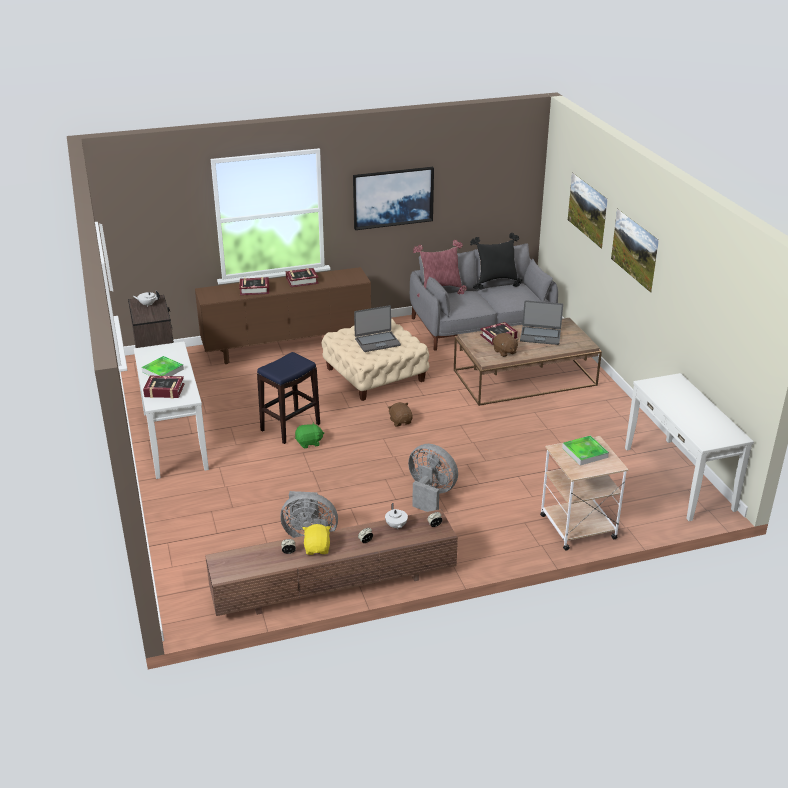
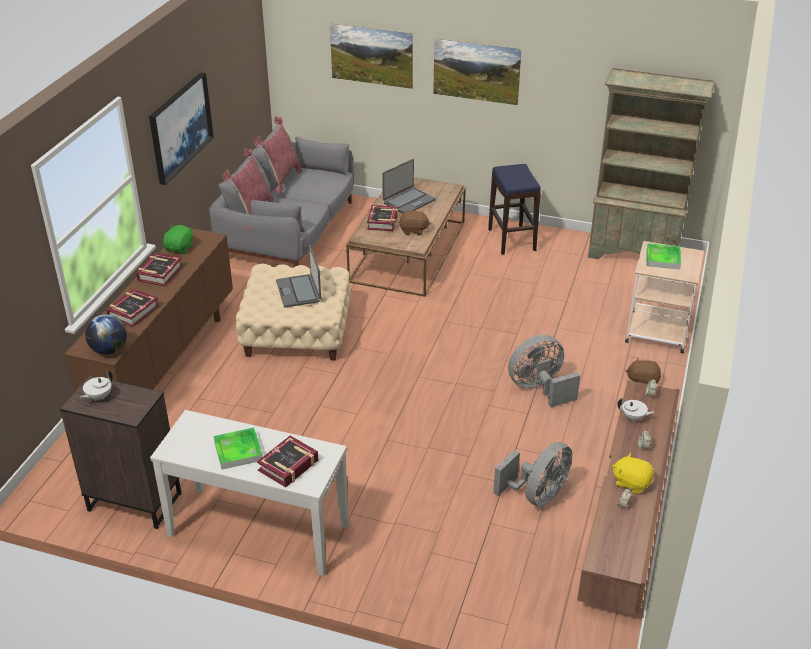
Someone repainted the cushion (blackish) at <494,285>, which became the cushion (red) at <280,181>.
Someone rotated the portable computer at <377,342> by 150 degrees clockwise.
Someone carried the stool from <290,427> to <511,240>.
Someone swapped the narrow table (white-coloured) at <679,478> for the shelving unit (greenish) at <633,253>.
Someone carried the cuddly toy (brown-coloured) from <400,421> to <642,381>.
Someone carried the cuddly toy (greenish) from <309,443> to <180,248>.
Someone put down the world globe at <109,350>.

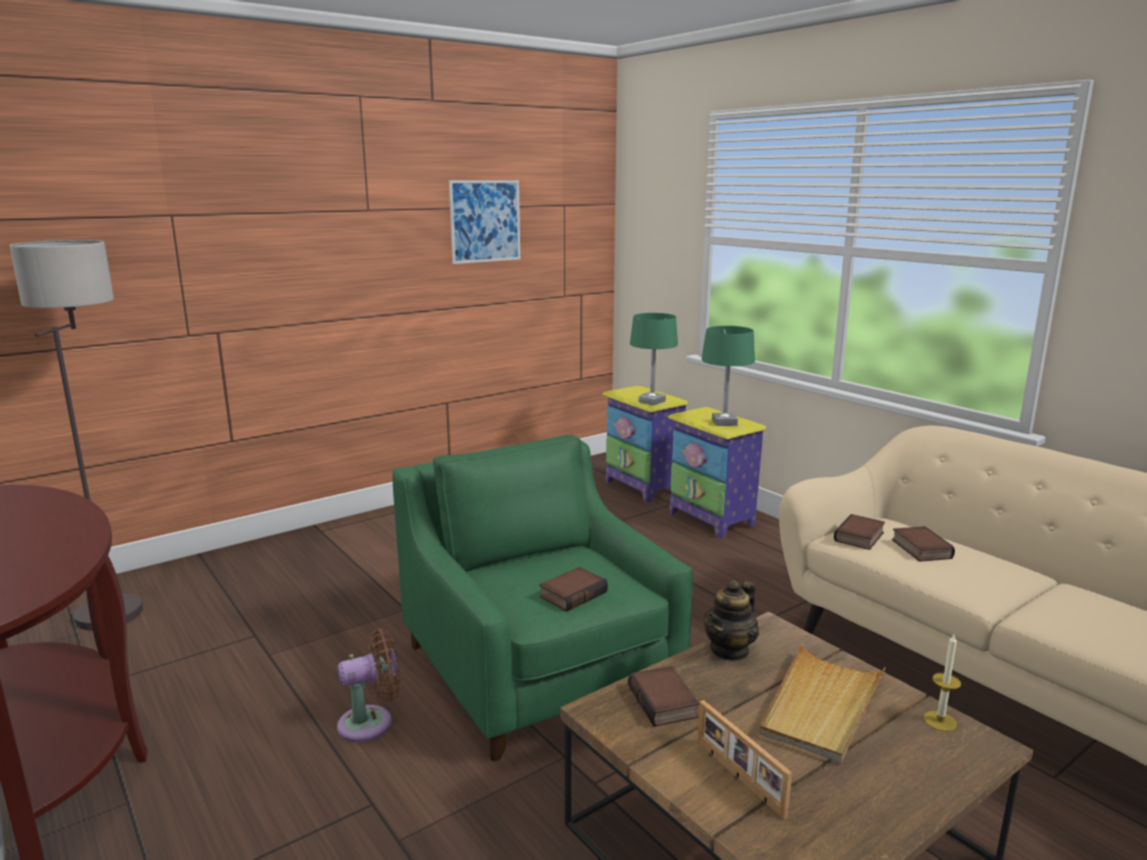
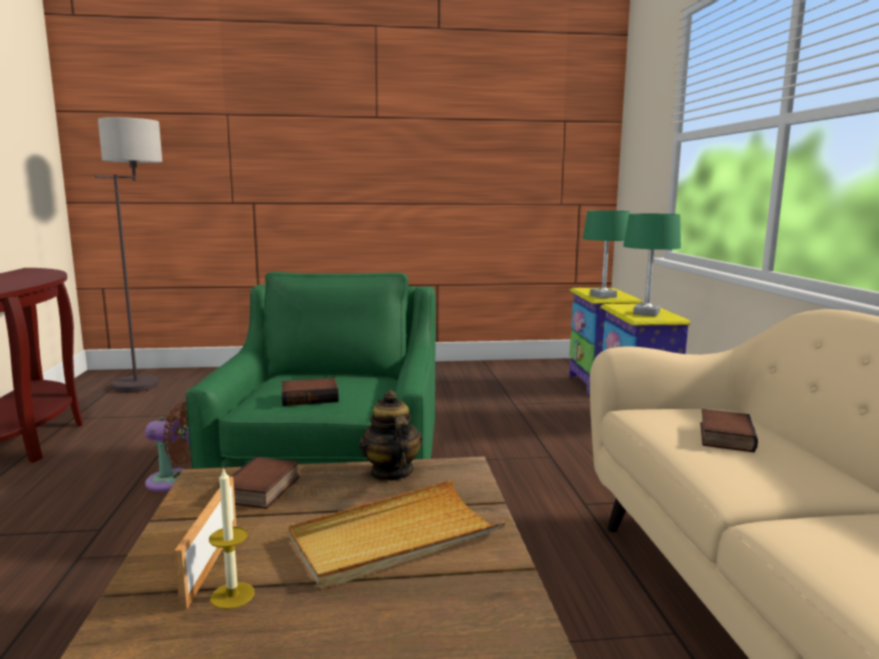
Someone took away the picture at <485,221>.
Someone took away the bound book at <860,537>.
Someone rotated the tea pot at <730,650> by 90 degrees clockwise.
Someone carried the wax candle from <940,721> to <232,595>.

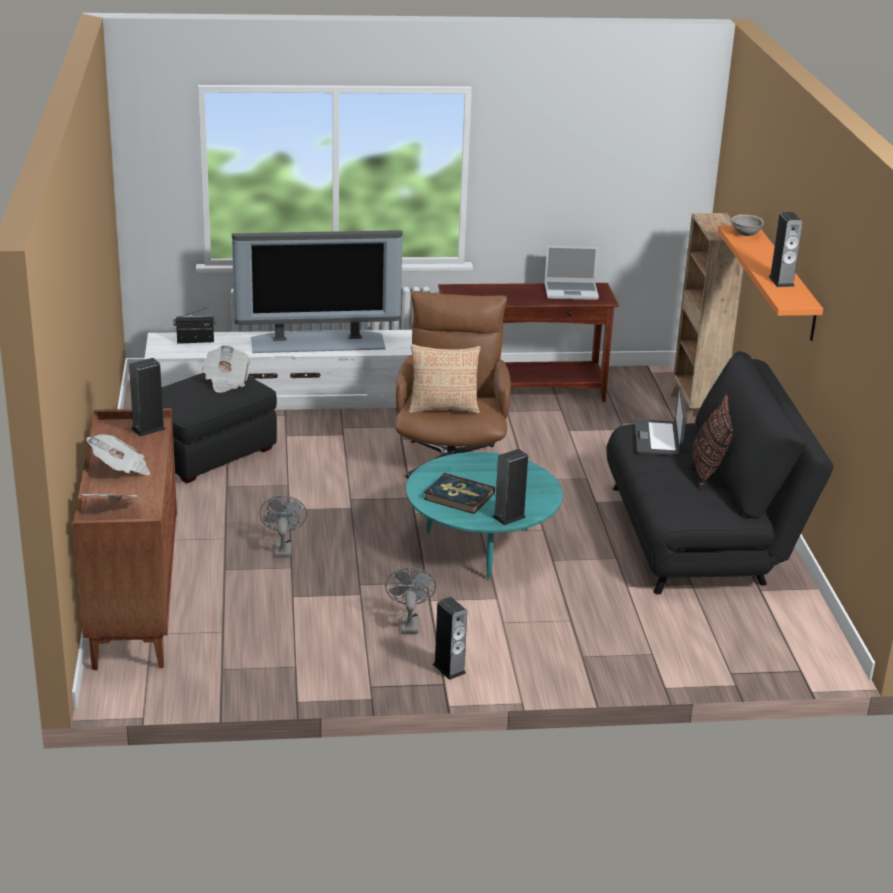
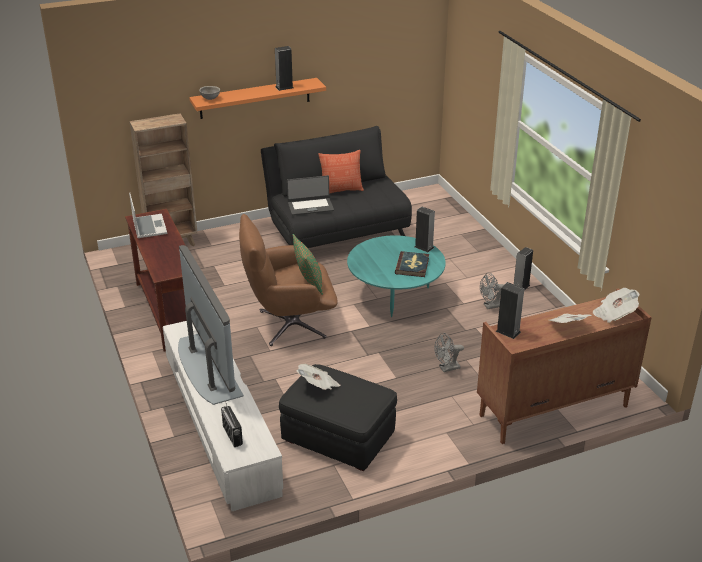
Someone repainted the cushion (beige) at <444,409>, which became the cushion (greenish) at <308,283>.
Someone repainted the cushion (blackish) at <707,471>, which became the cushion (orange) at <341,190>.

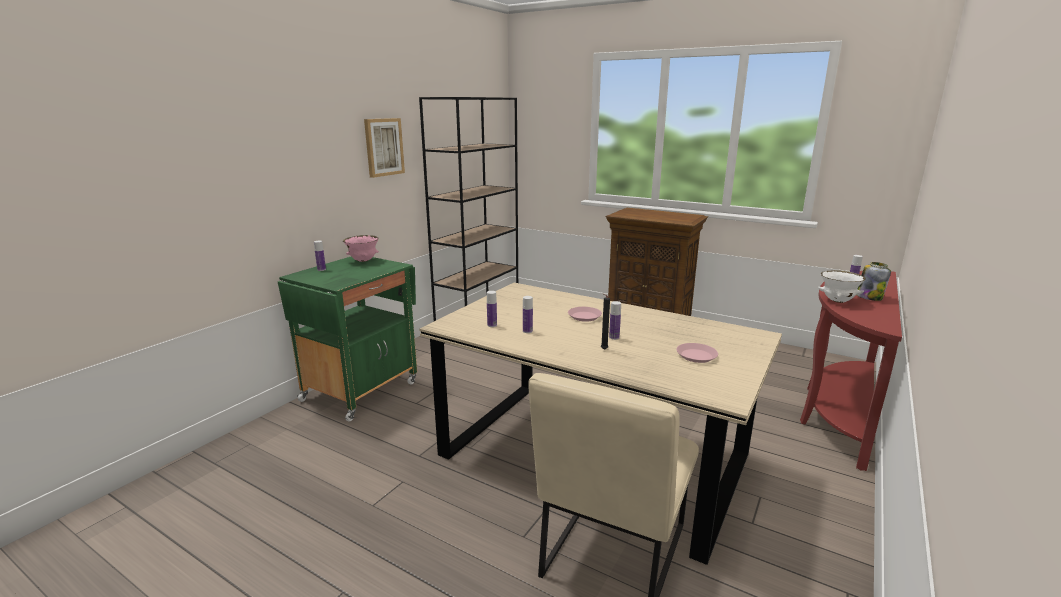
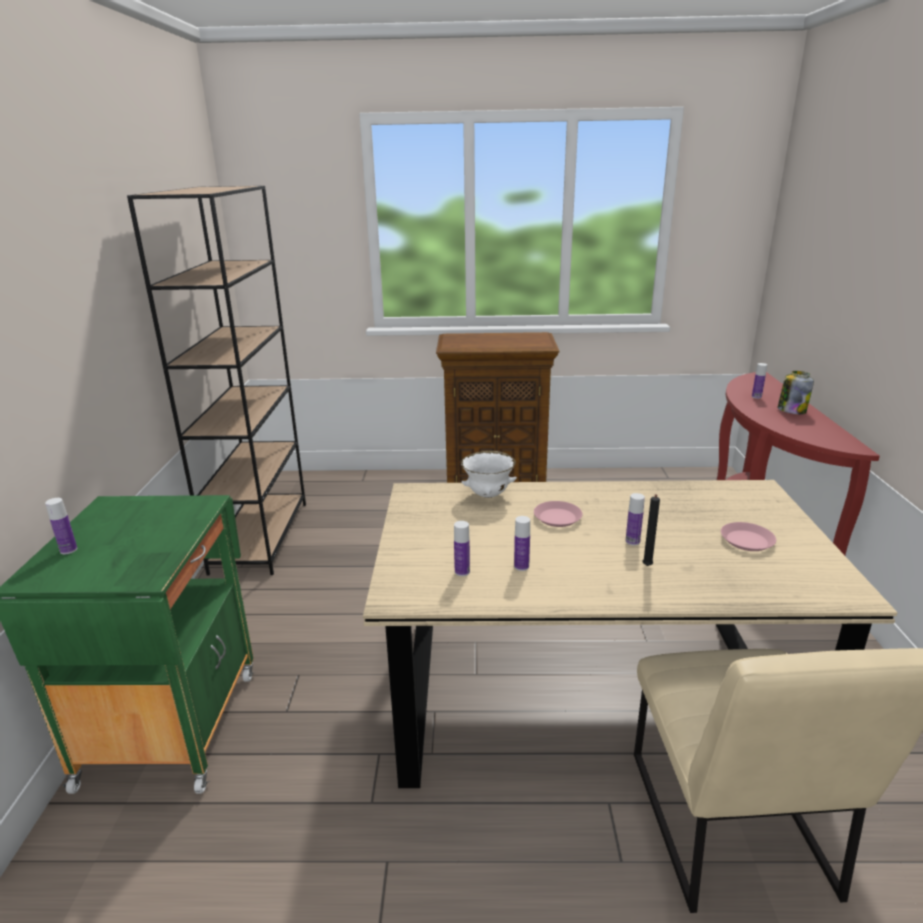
Someone took away the picture at <383,147>.
Someone took away the bowl (pinkish) at <363,261>.
Someone carried the bowl (white-coloured) from <838,301> to <488,495>.

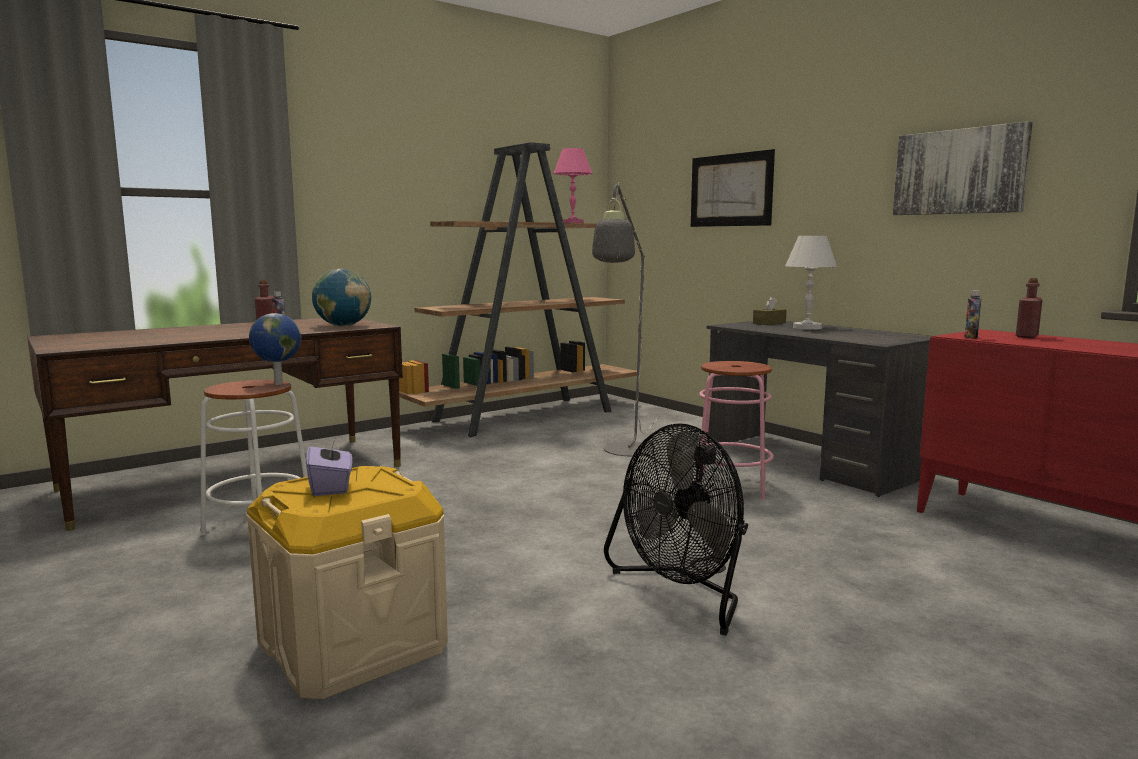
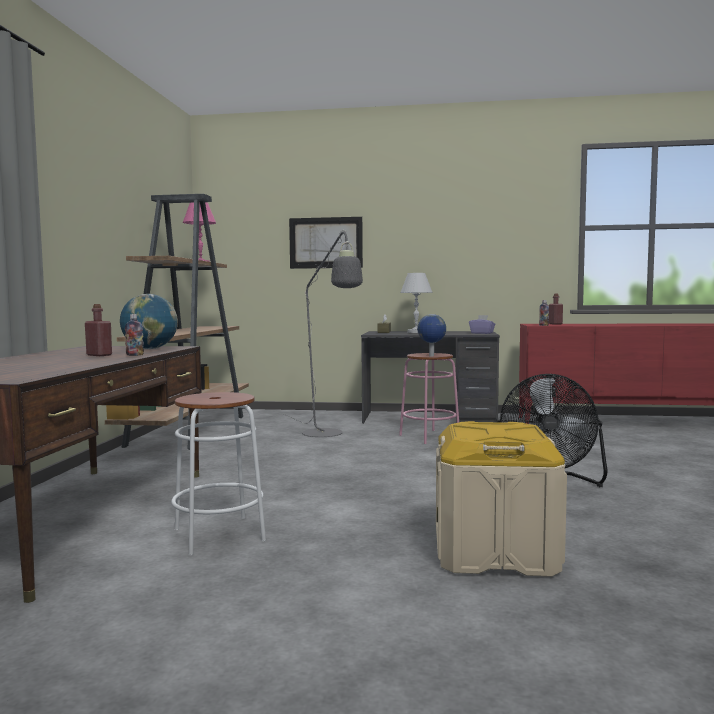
Someone took away the picture at <959,172>.
Someone carried the world globe from <277,384> to <431,356>.
Someone carried the tissue box (purple) from <331,487> to <482,333>.

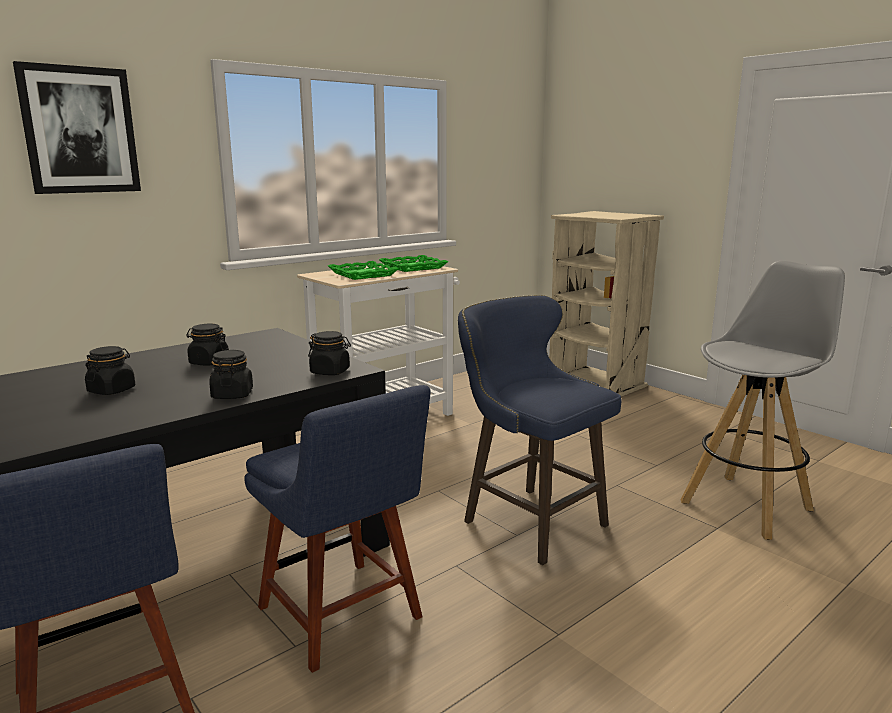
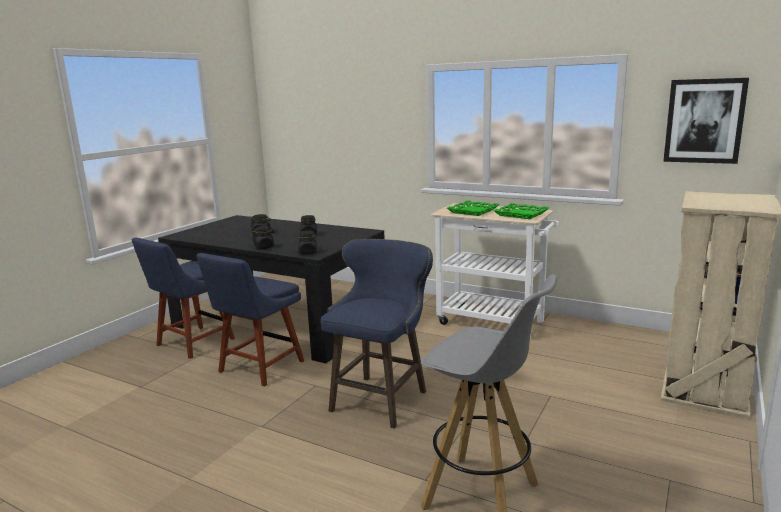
Someone carried the picture from <80,130> to <704,121>.

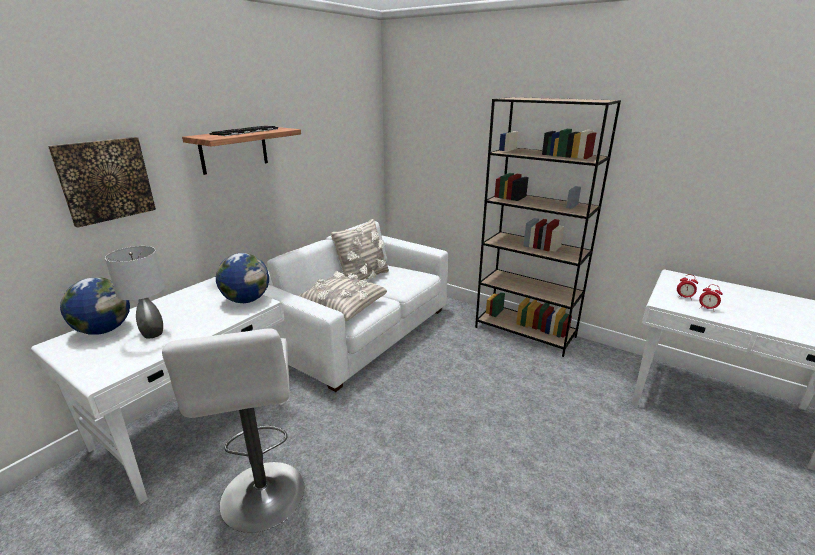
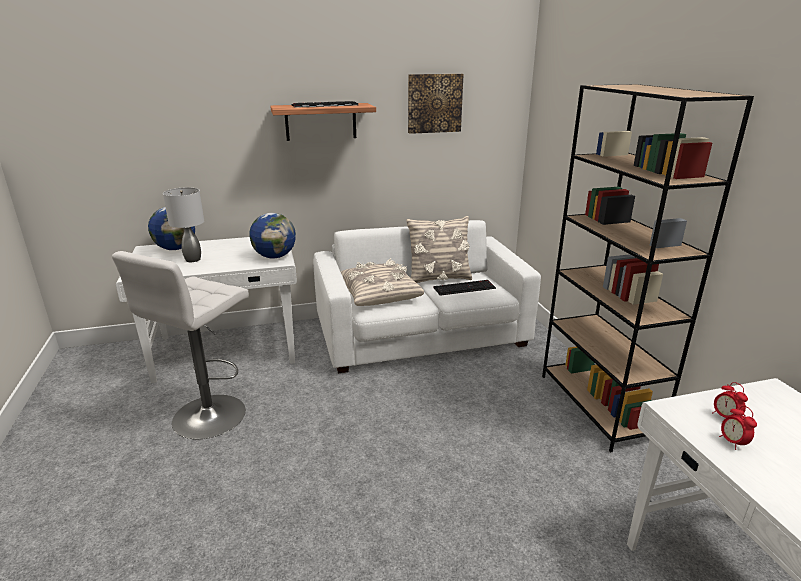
Someone carried the picture from <105,180> to <434,103>.
Someone put down the computer keyboard at <464,287>.

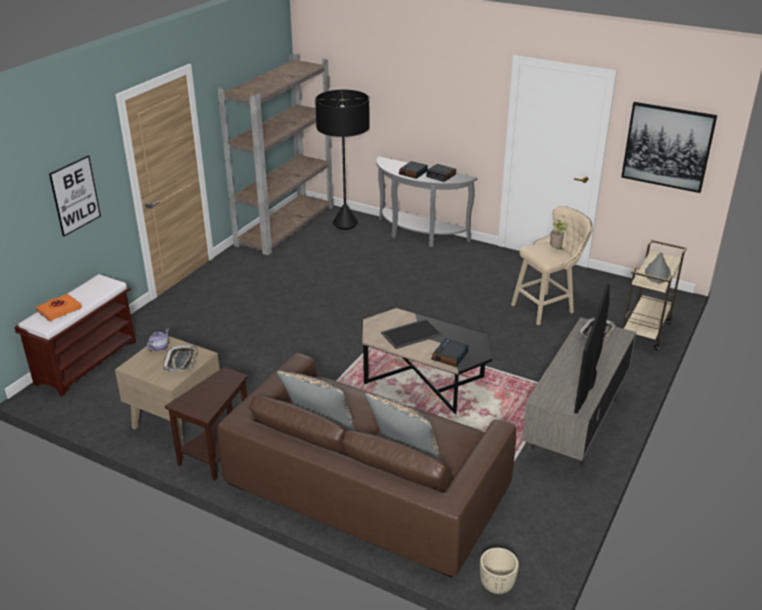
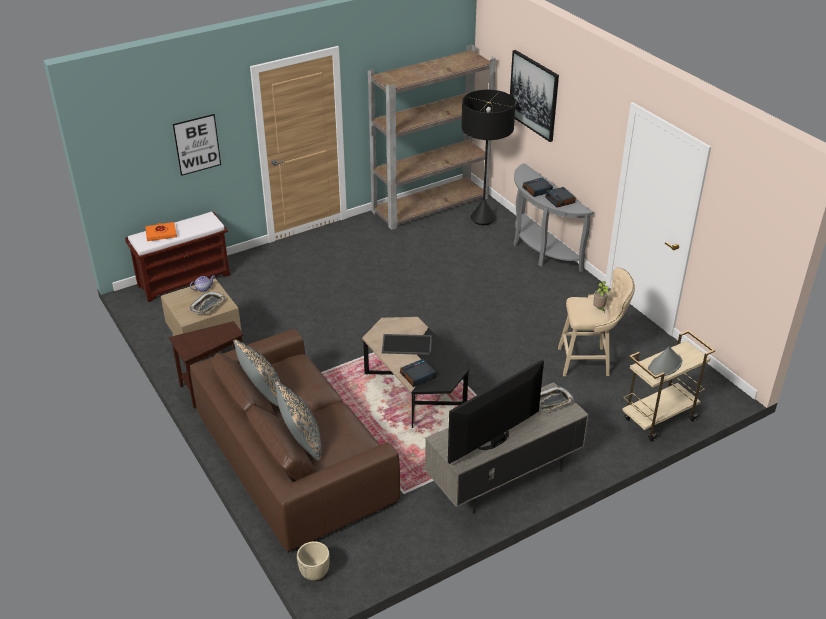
Someone carried the picture from <667,146> to <534,95>.

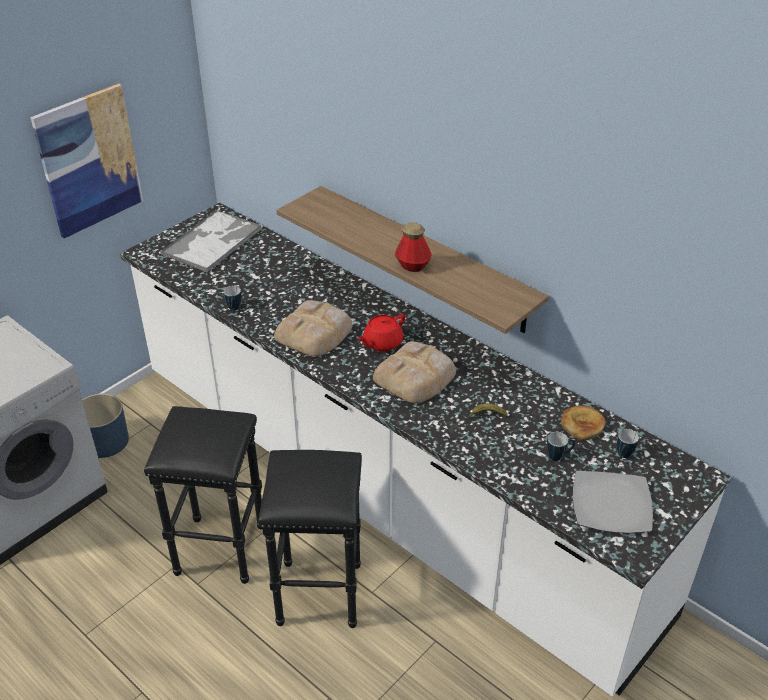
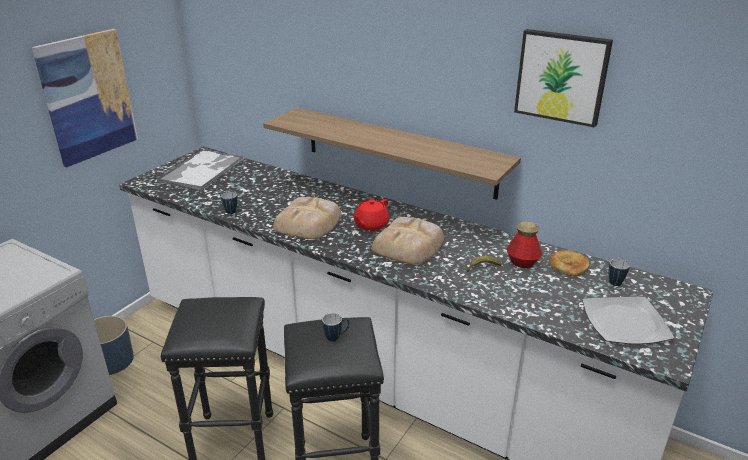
Someone carried the drink bottle from <412,266> to <522,263>.
Someone carried the coffee mug from <558,456> to <336,337>.
Someone put up the picture at <562,77>.

